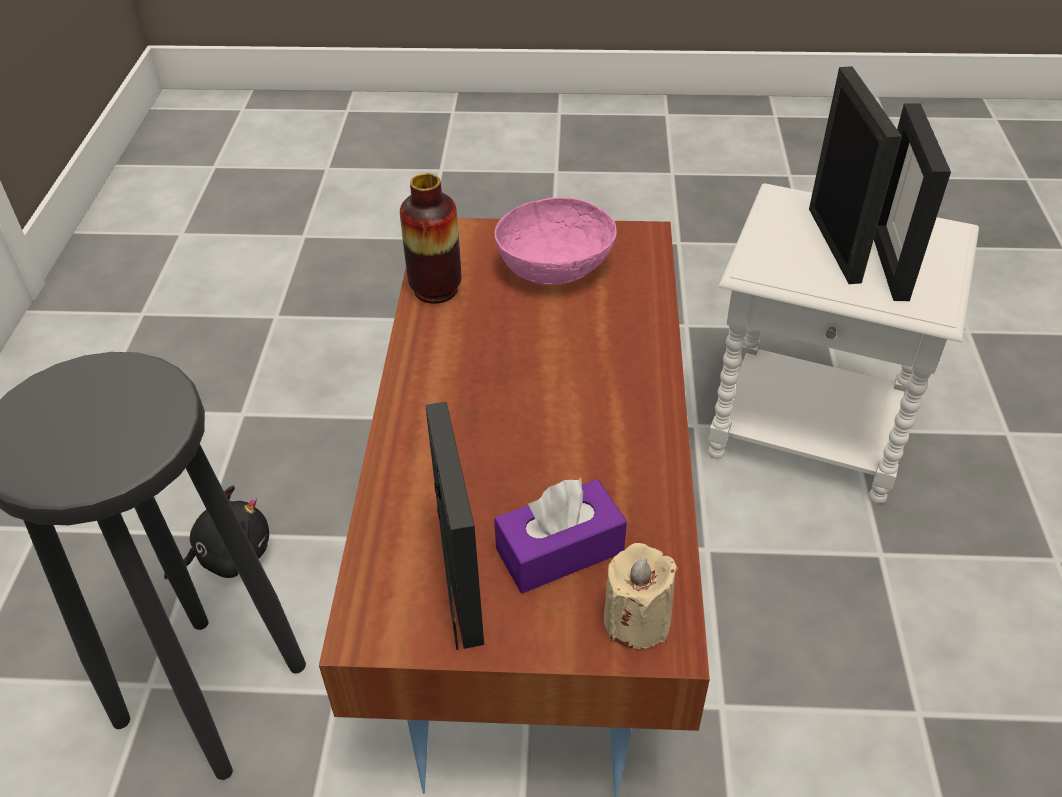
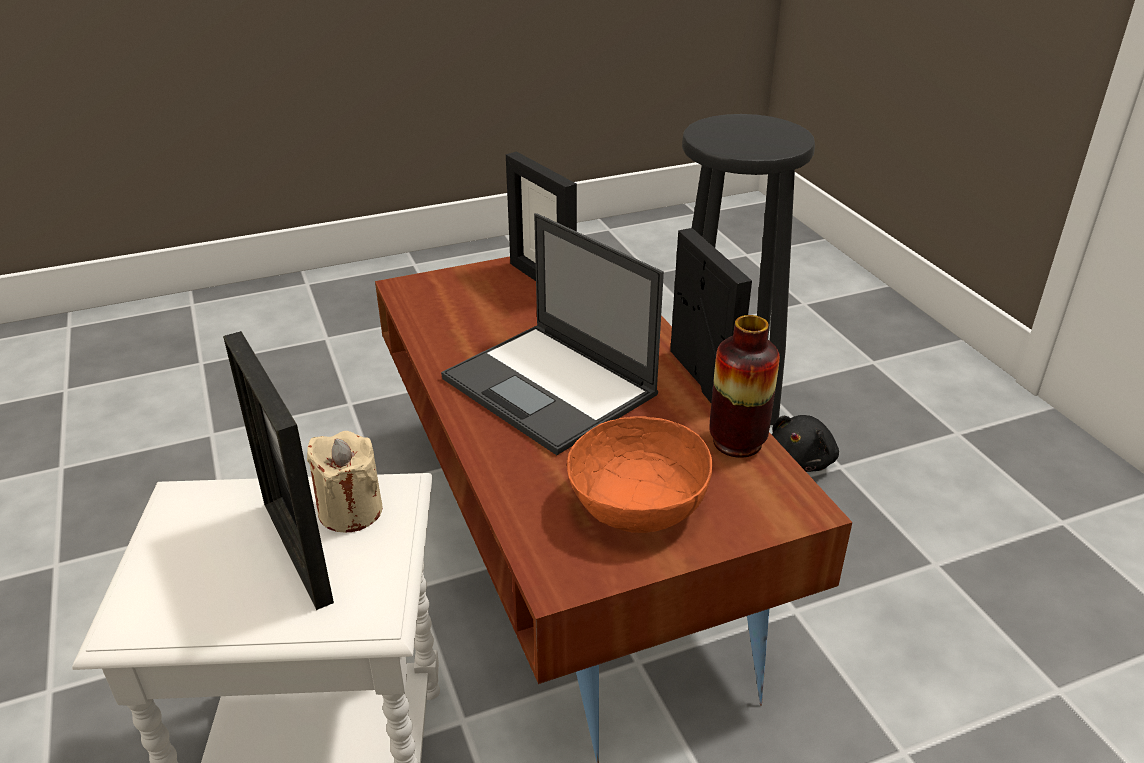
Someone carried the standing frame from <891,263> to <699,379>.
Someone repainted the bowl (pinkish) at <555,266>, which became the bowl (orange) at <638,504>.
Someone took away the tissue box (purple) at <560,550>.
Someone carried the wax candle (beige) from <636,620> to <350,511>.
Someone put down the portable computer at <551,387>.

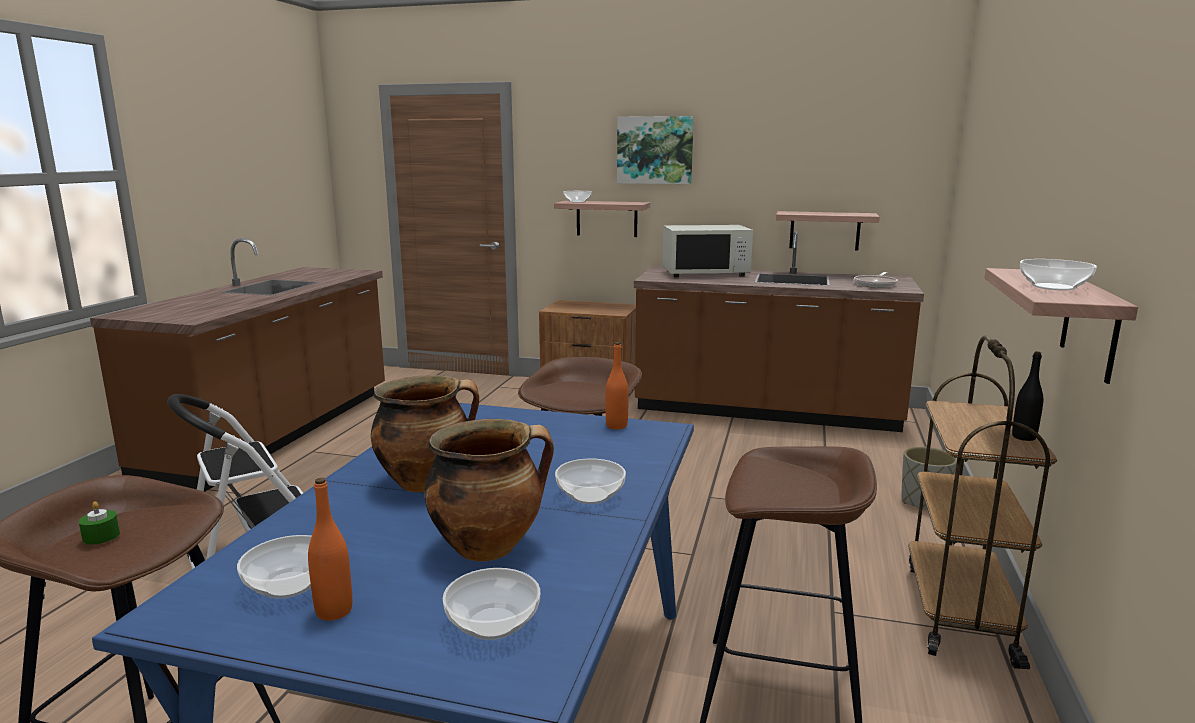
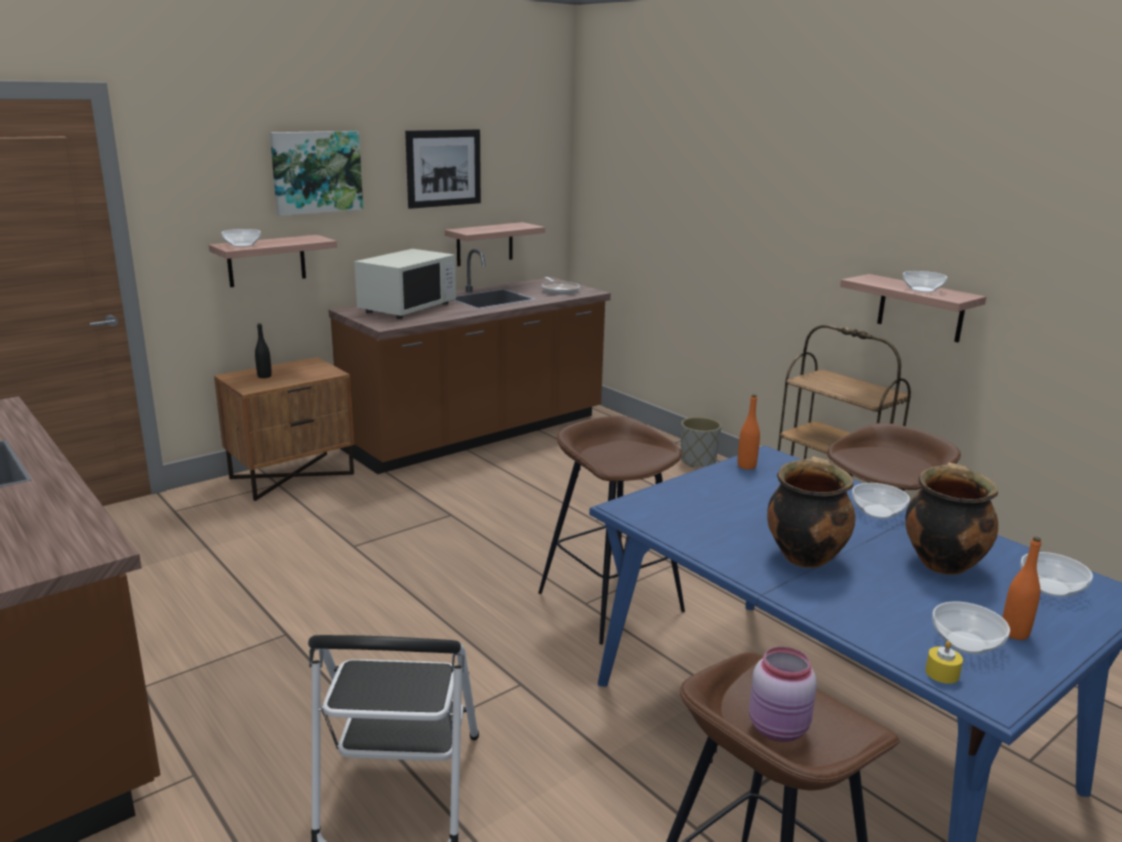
Someone carried the drink bottle (blackish) from <1024,437> to <264,376>.
Someone swapped the wax candle (greenish) at <101,536> for the preserve jar (pinkish) at <779,729>.
Someone put up the picture at <443,168>.
Someone put down the wax candle (yellow) at <942,673>.

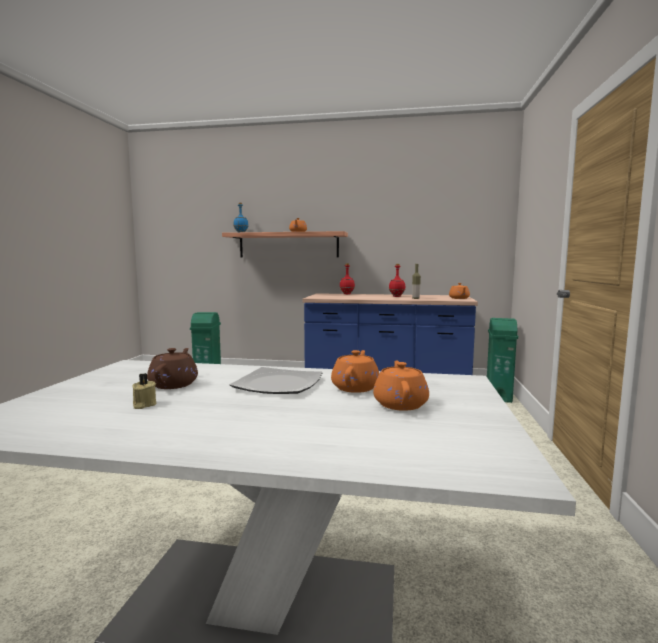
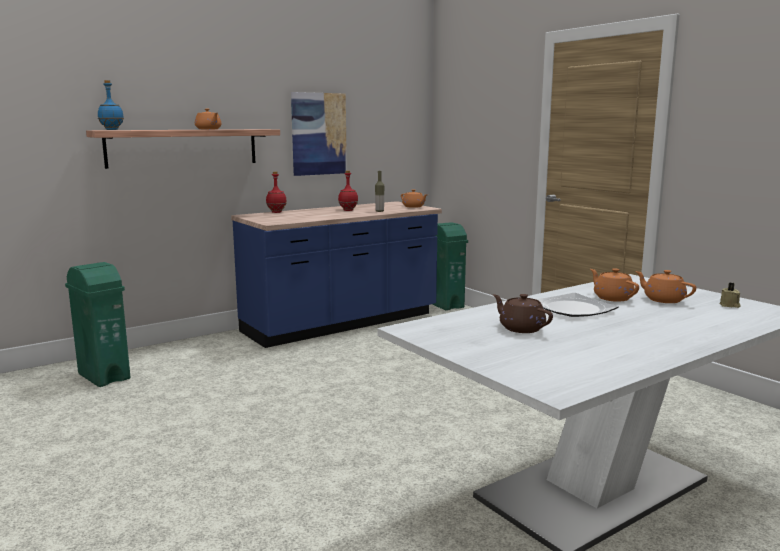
Someone carried the wax candle (beige) from <143,405> to <729,305>.
Someone put up the picture at <319,134>.

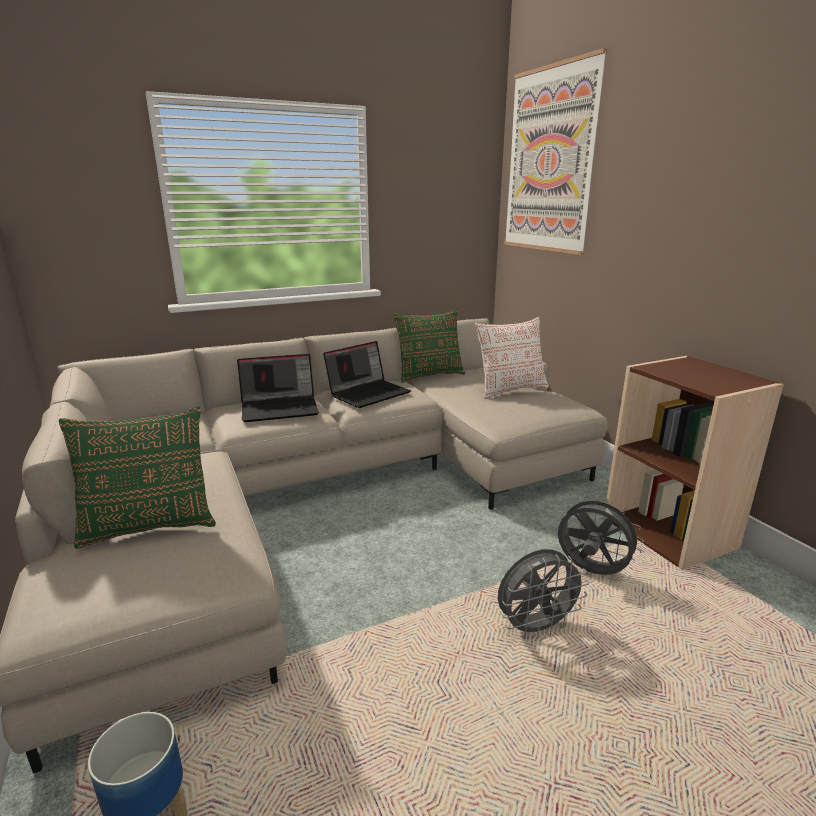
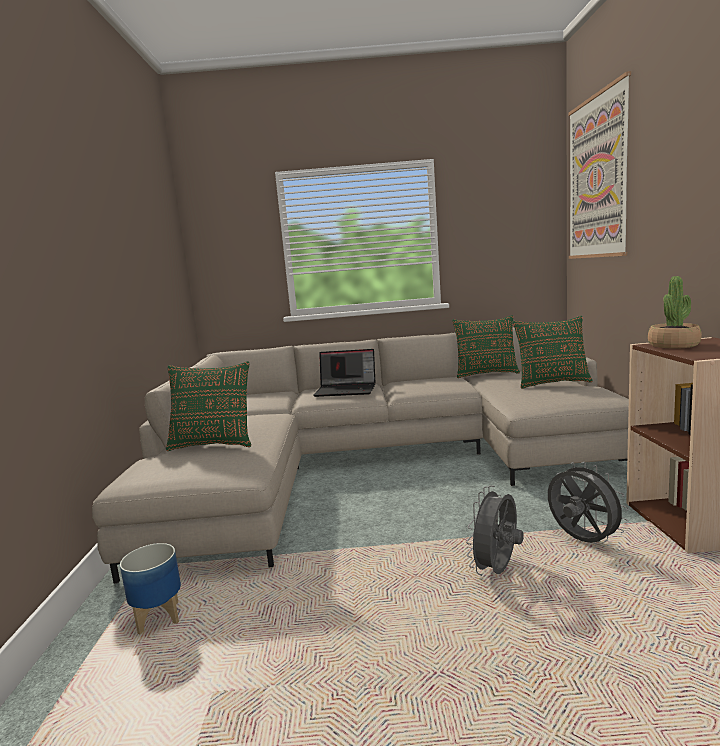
Someone repainted the cushion (white-coloured) at <511,390>, which became the cushion (greenish) at <552,383>.
Someone took away the portable computer at <368,393>.
Someone rotated the cooling fan (greyish) at <535,628> by 120 degrees clockwise.
Someone put down the houseplant at <673,345>.

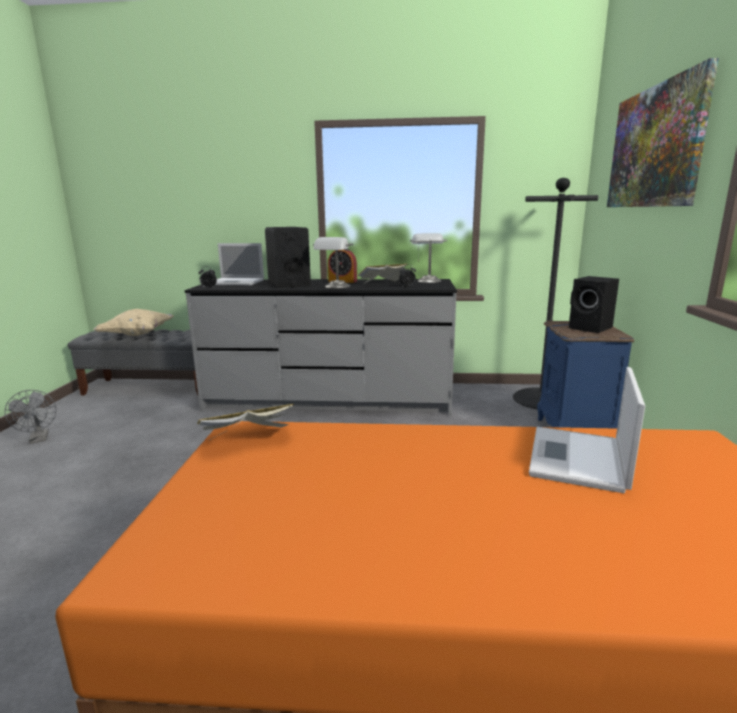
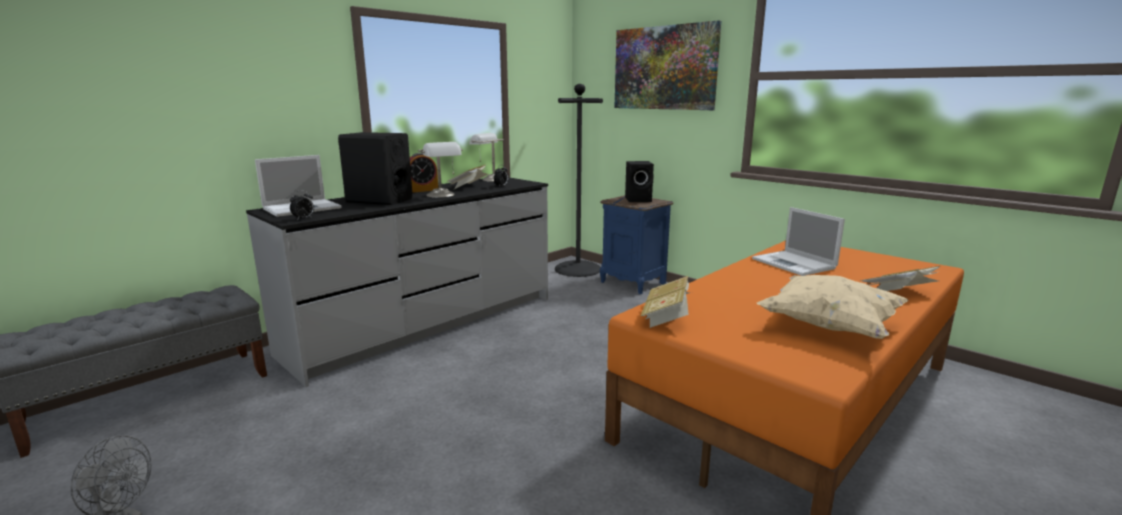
Someone carried the cushion (beige) from <138,335> to <828,327>.
Someone put down the bound book at <898,293>.

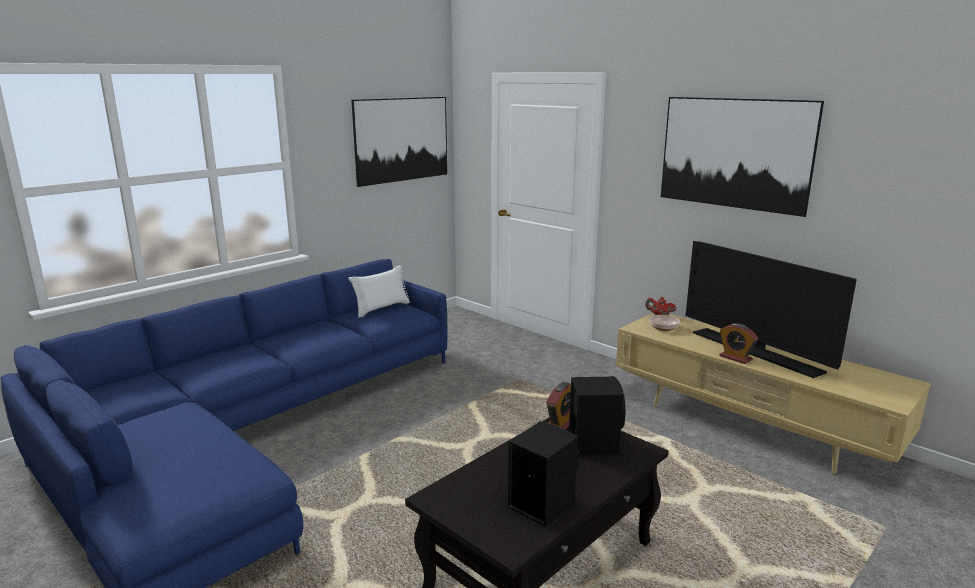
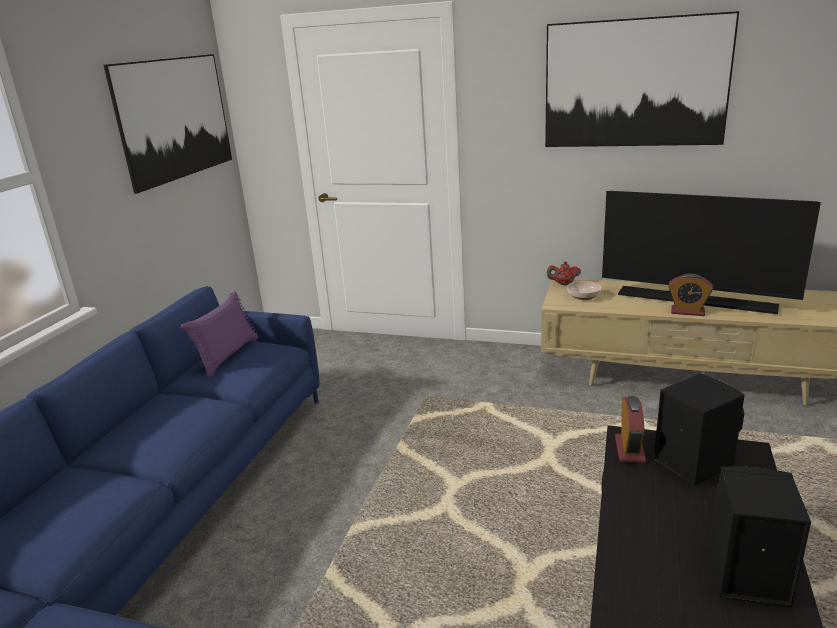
Someone repainted the cushion (white-coloured) at <381,308>, which became the cushion (purple) at <227,356>.

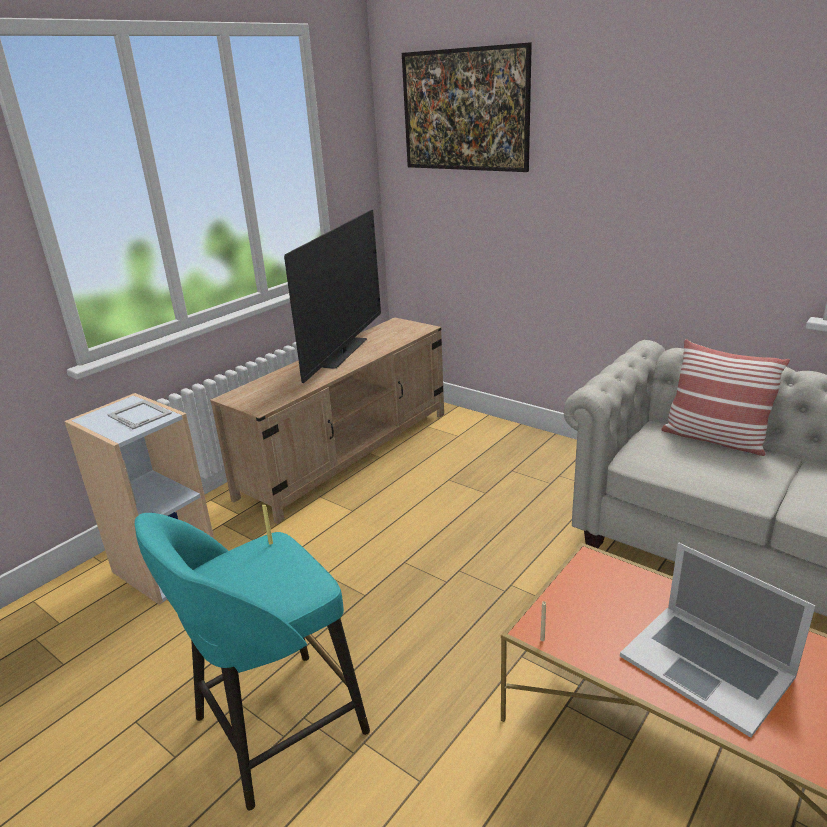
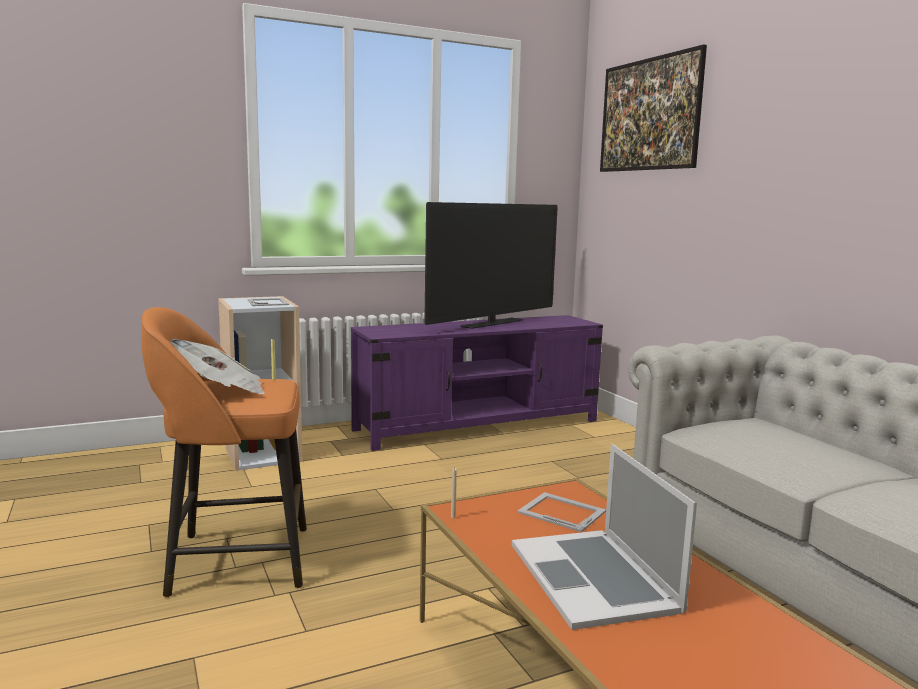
Someone repainted the tv unit (beige) at <348,453>, which became the tv unit (purple) at <479,425>.
Someone took away the cushion at <714,439>.
Someone repainted the stool (turquoise) at <275,728>, which became the stool (orange) at <235,560>.
Someone put down the newspaper at <221,391>.
Someone put down the standing frame at <561,511>.

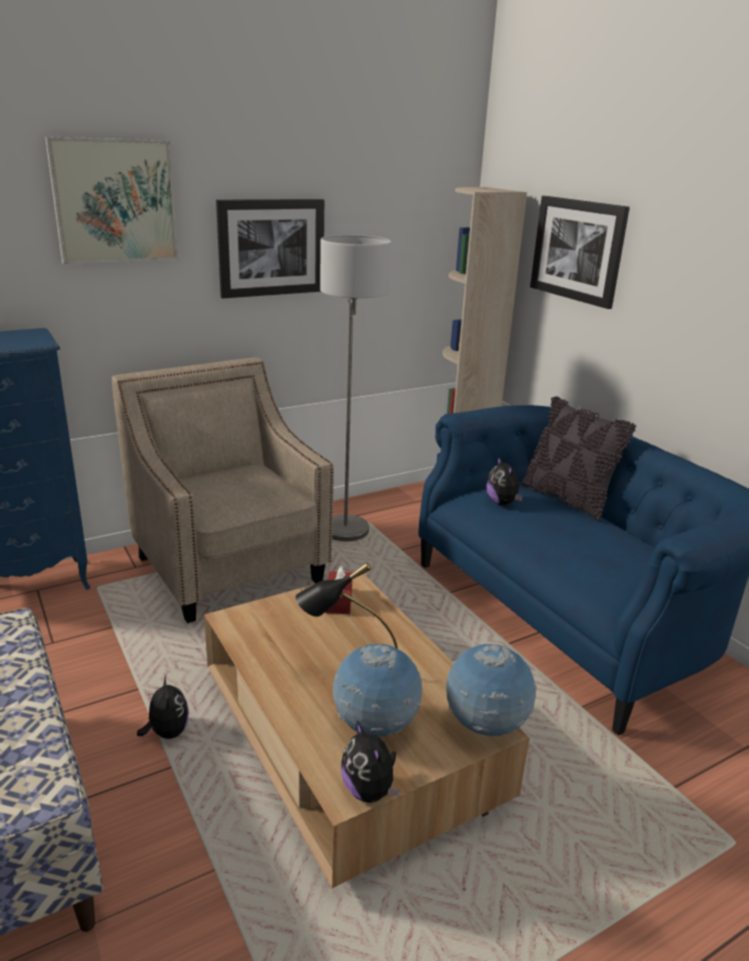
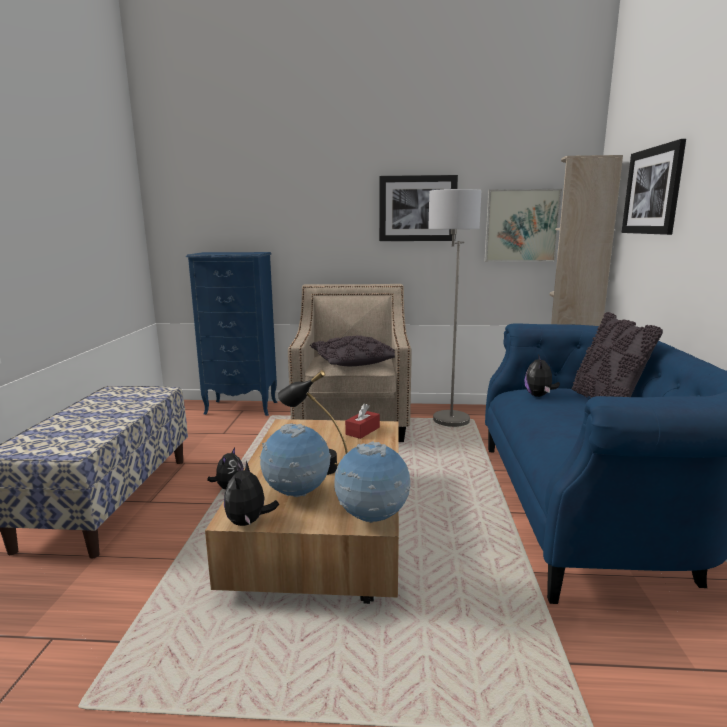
Someone carried the picture from <115,201> to <521,226>.
Someone put down the cushion (blackish) at <353,361>.

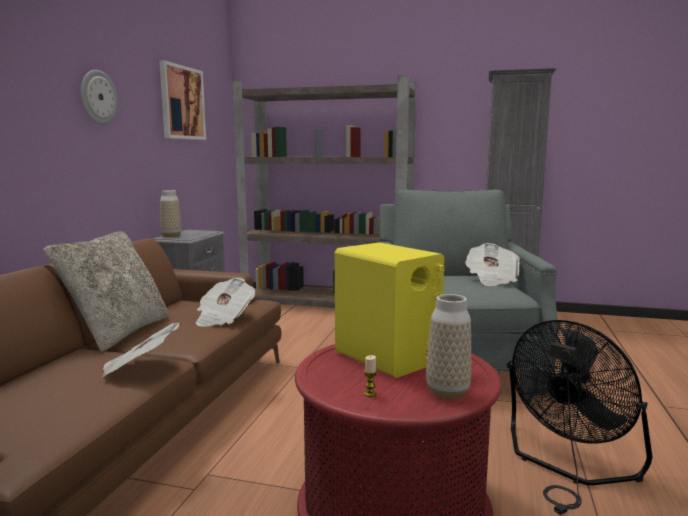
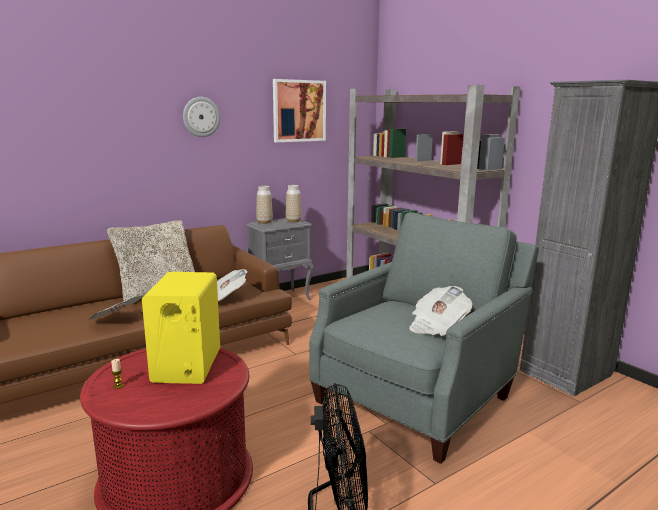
Someone carried the decorative vase from <447,392> to <293,221>.

